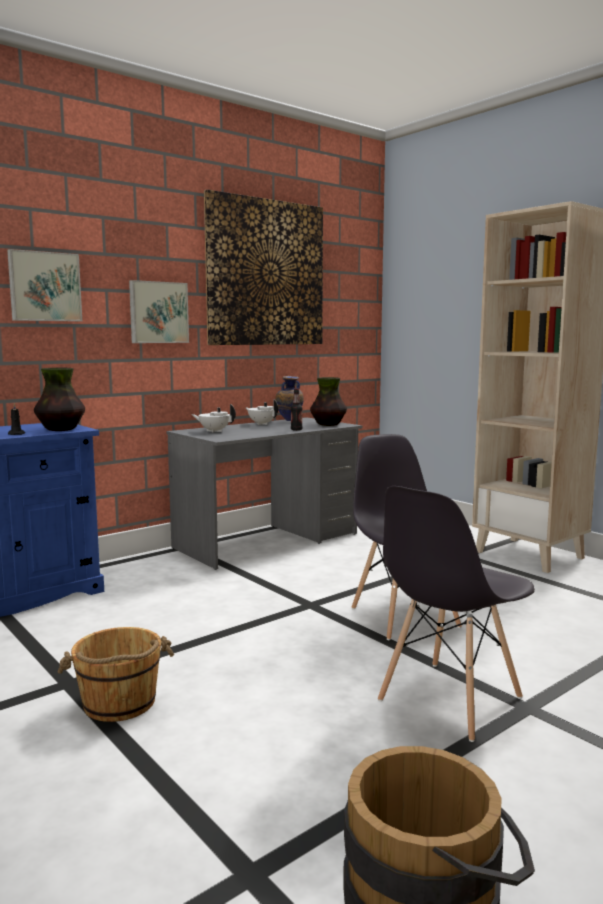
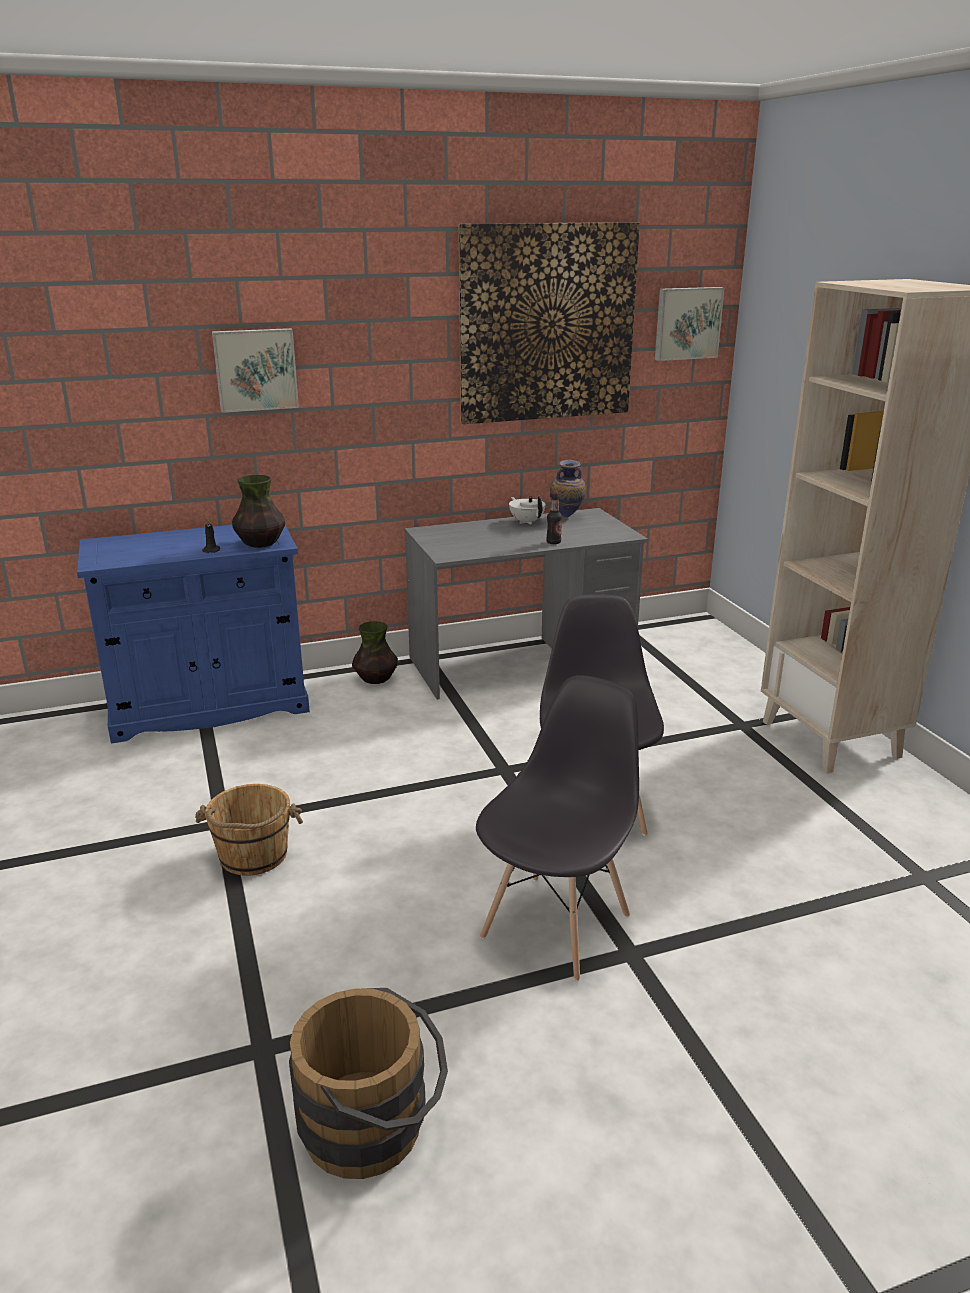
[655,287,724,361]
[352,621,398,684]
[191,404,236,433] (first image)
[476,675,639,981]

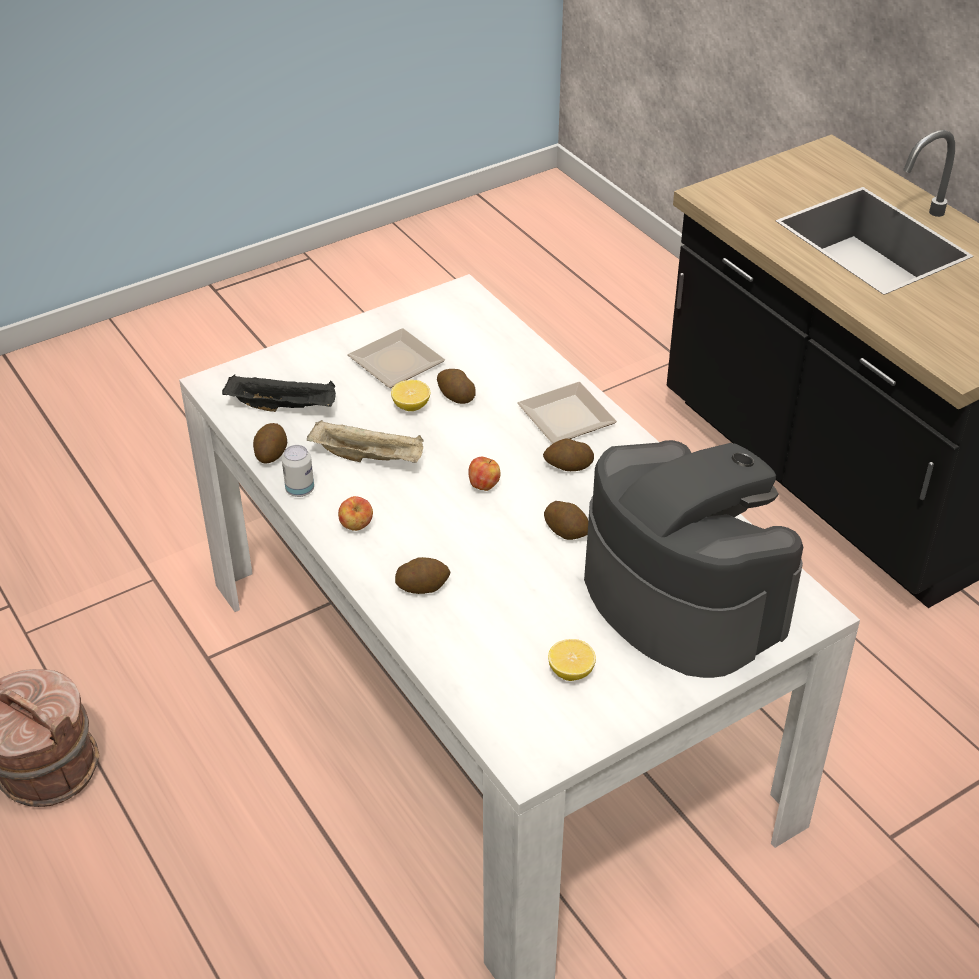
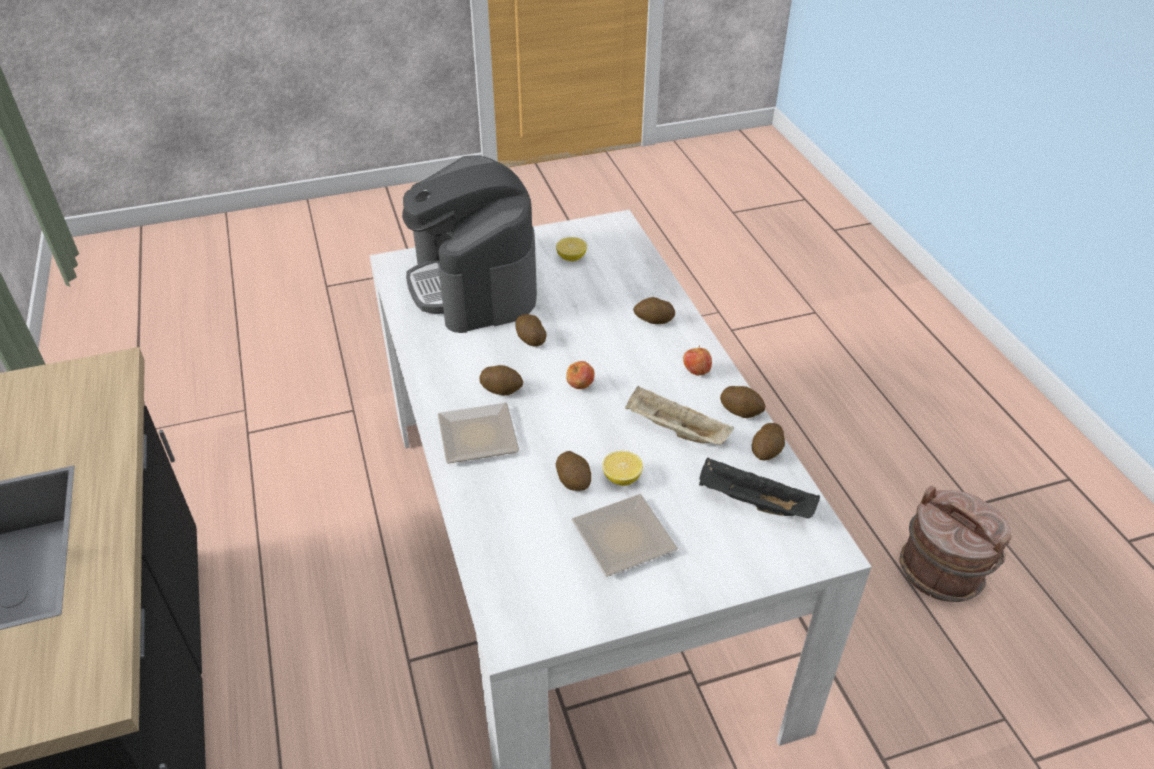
[720,386,765,418]

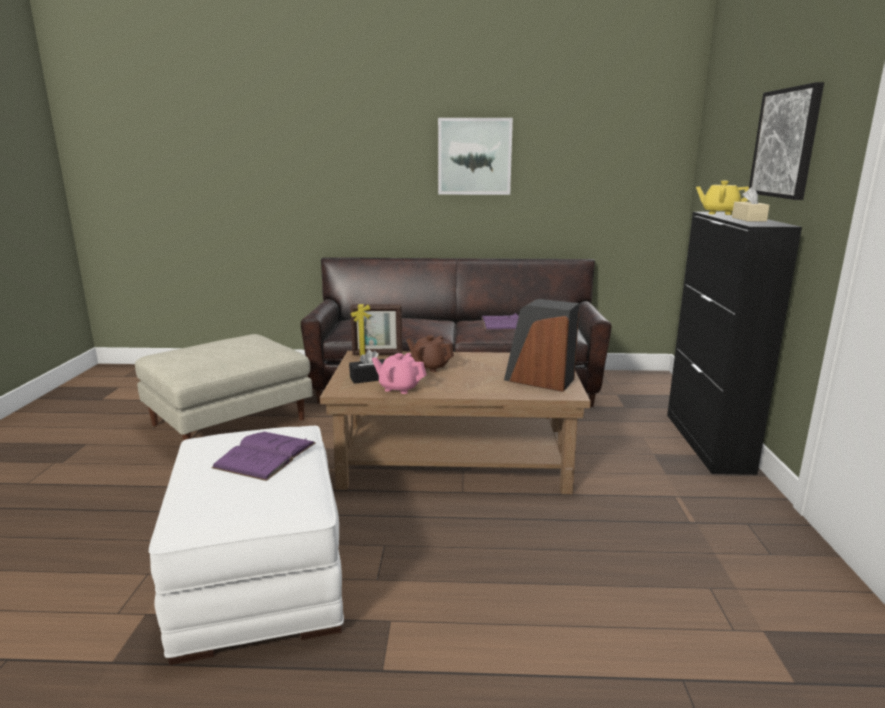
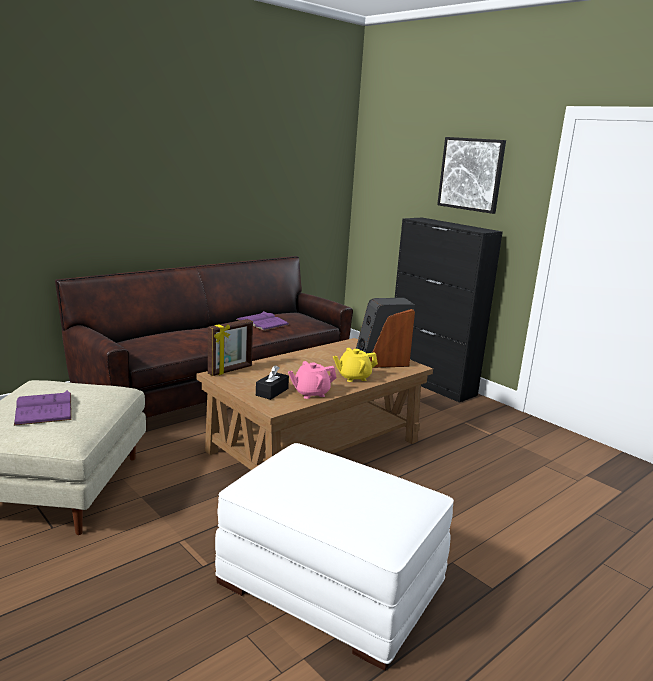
[438,118,513,195] (first image)
[333,348,378,382]
[732,187,770,222] (first image)
[406,335,454,372] (first image)
[14,390,72,426]

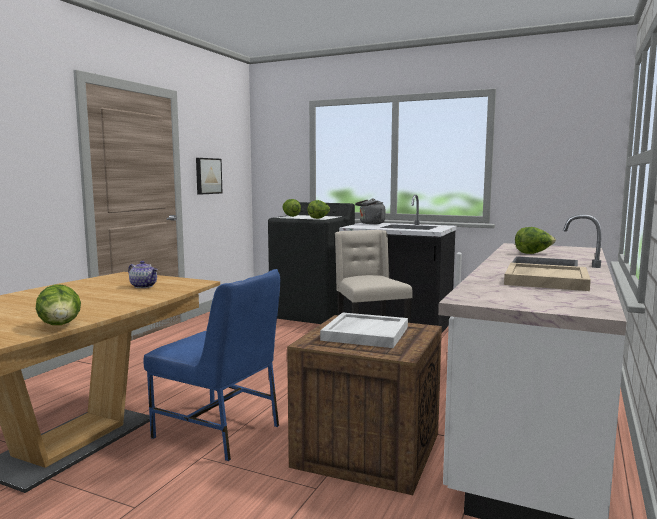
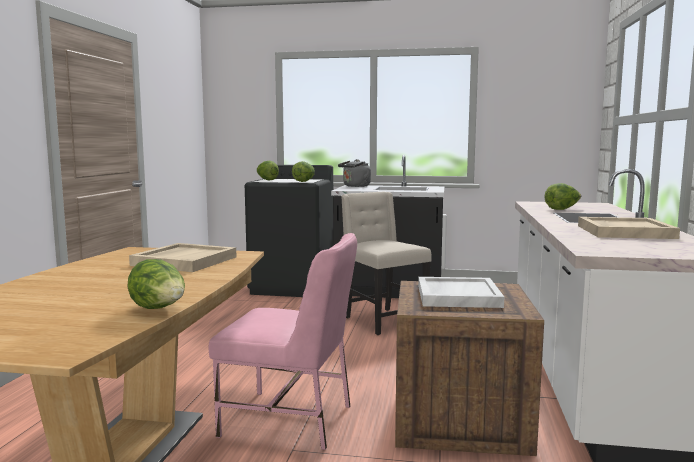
[196,158,223,195] (first image)
[129,243,236,272]
[208,233,357,450]

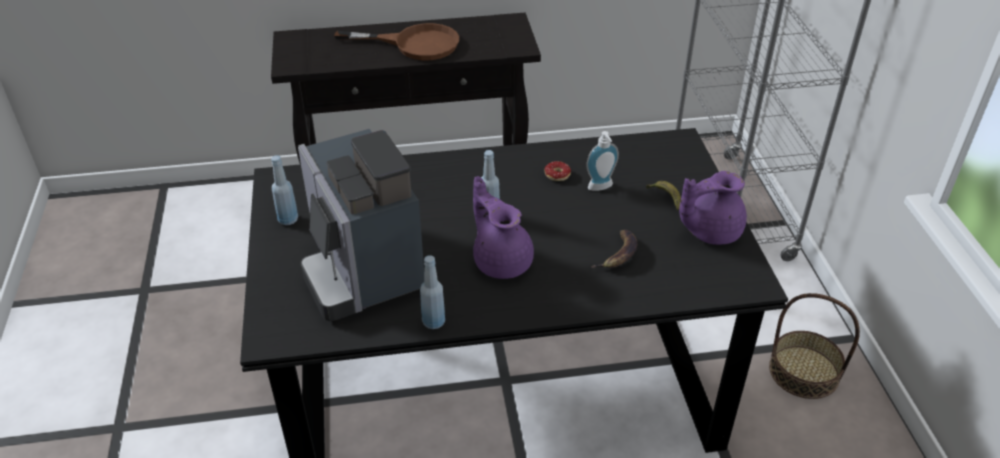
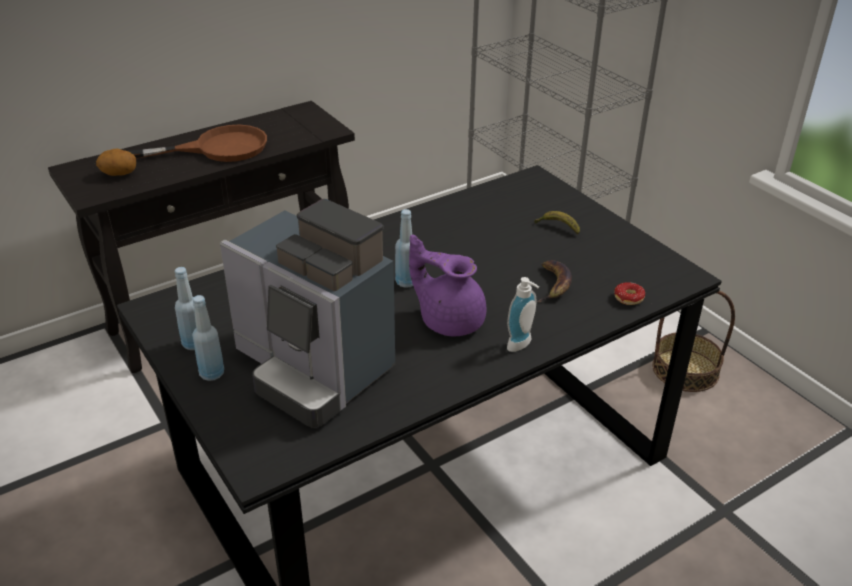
[507,277,539,352]
[614,282,645,305]
[679,171,747,245] (first image)
[192,295,224,381]
[96,149,136,176]

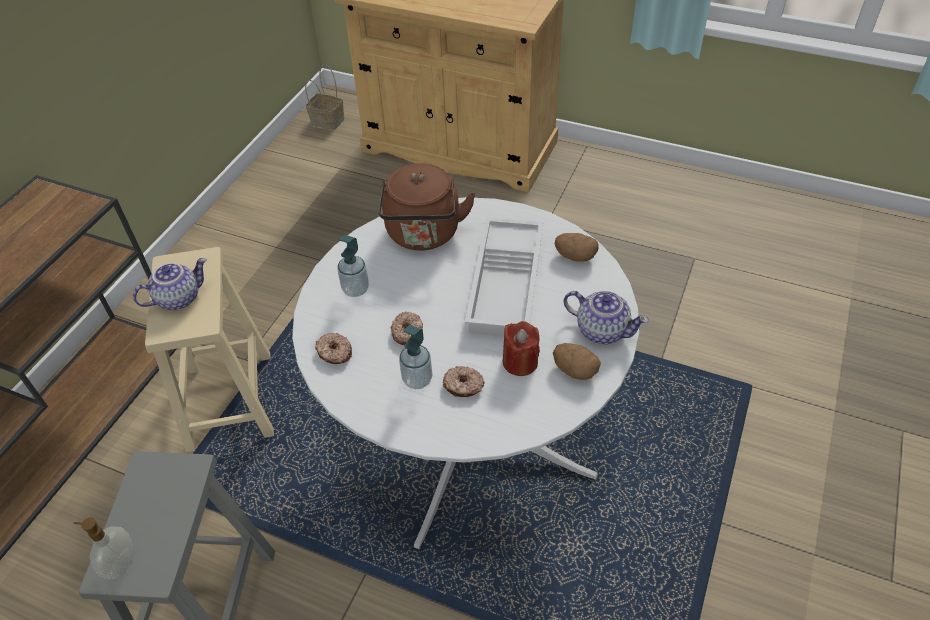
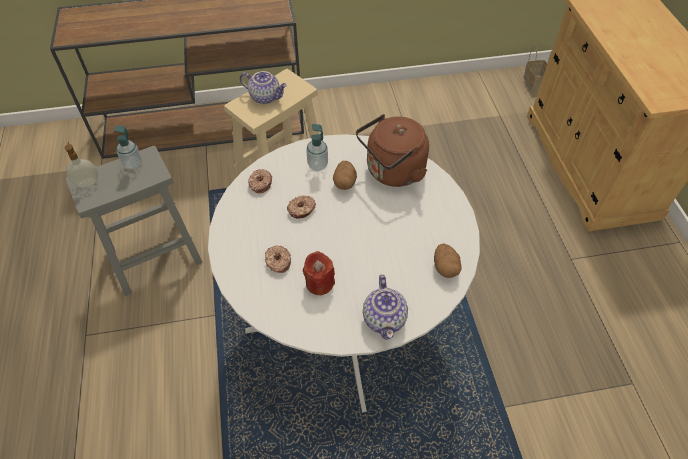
[465,218,543,337] (first image)
[114,125,142,170]
[333,161,357,190]

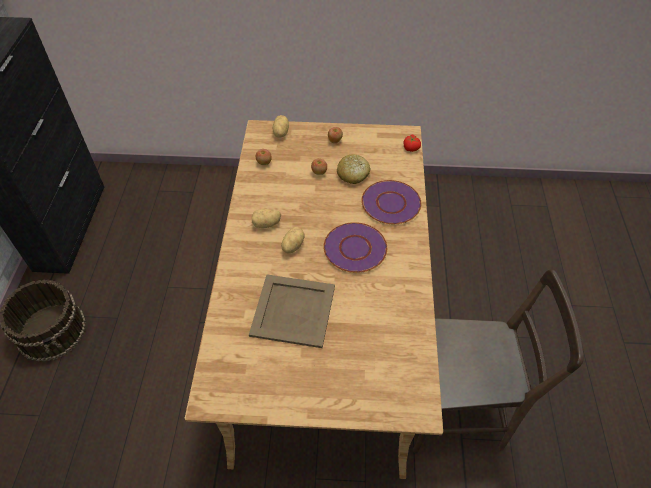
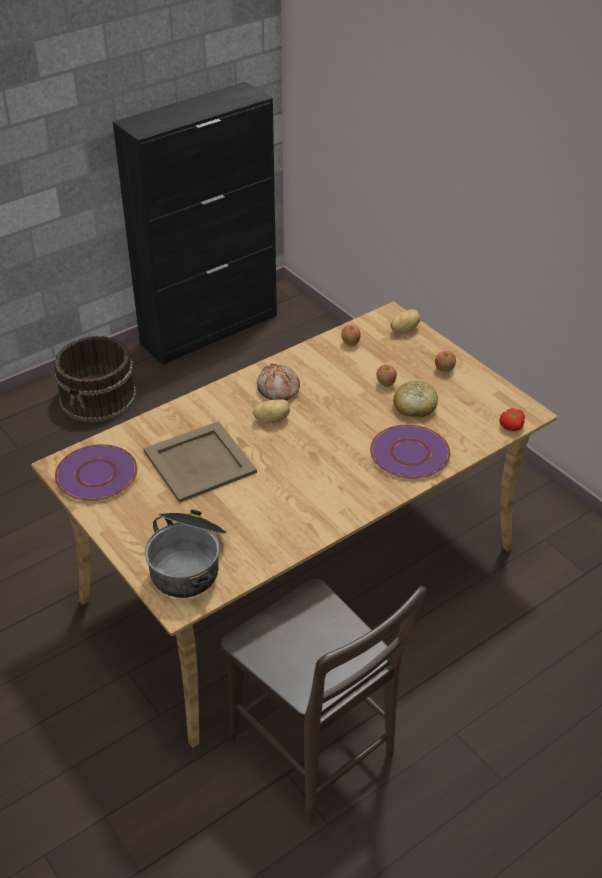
[257,363,300,400]
[55,444,137,501]
[145,509,227,598]

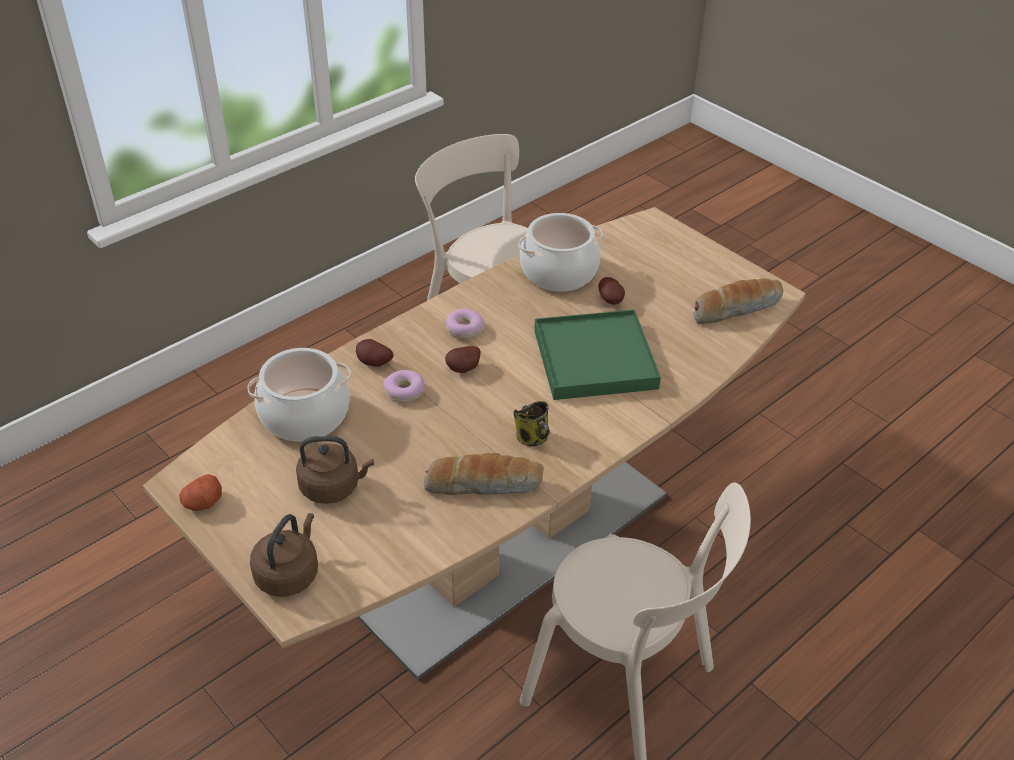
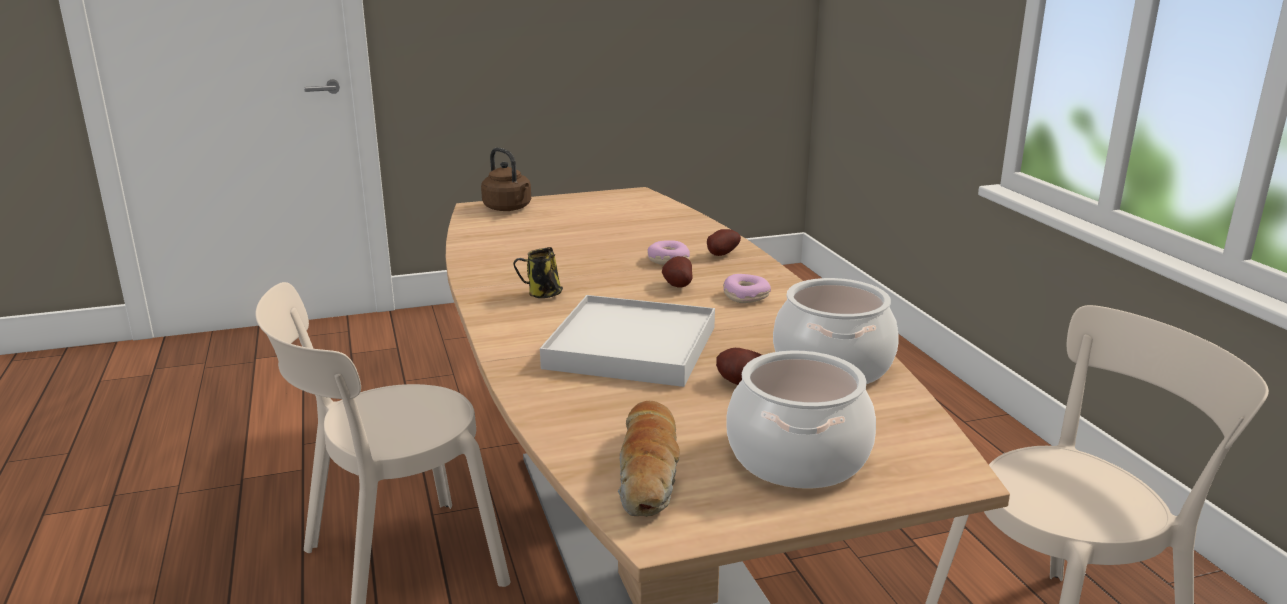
[540,295,715,387]
[726,351,876,489]
[296,436,374,504] (first image)
[424,453,544,495] (first image)
[179,474,222,511] (first image)

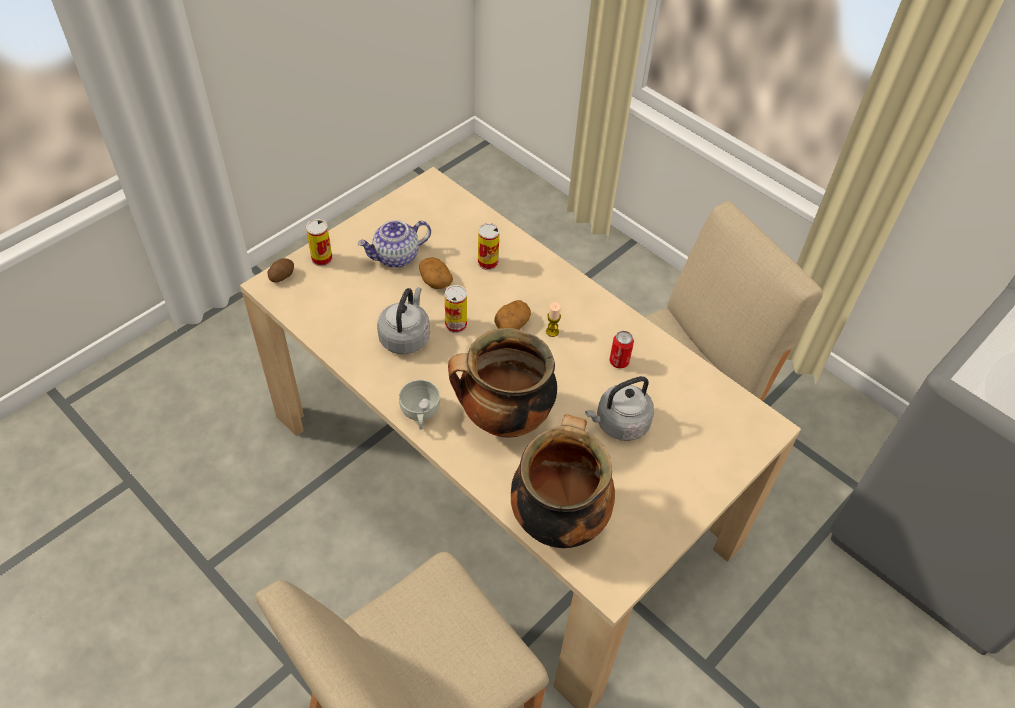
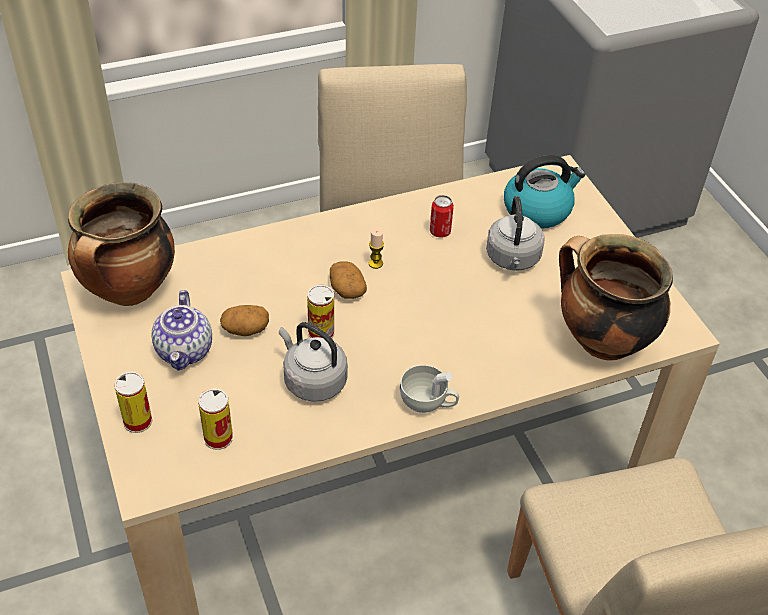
[198,388,233,450]
[268,258,294,283] (first image)
[68,182,175,306]
[504,155,585,229]

